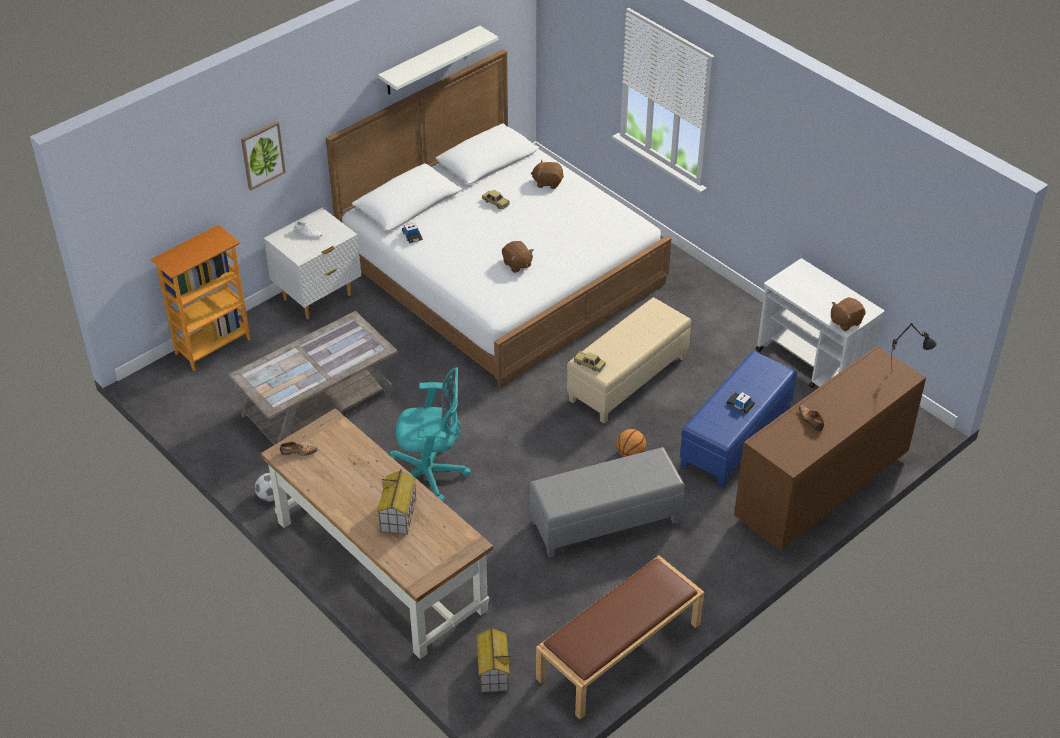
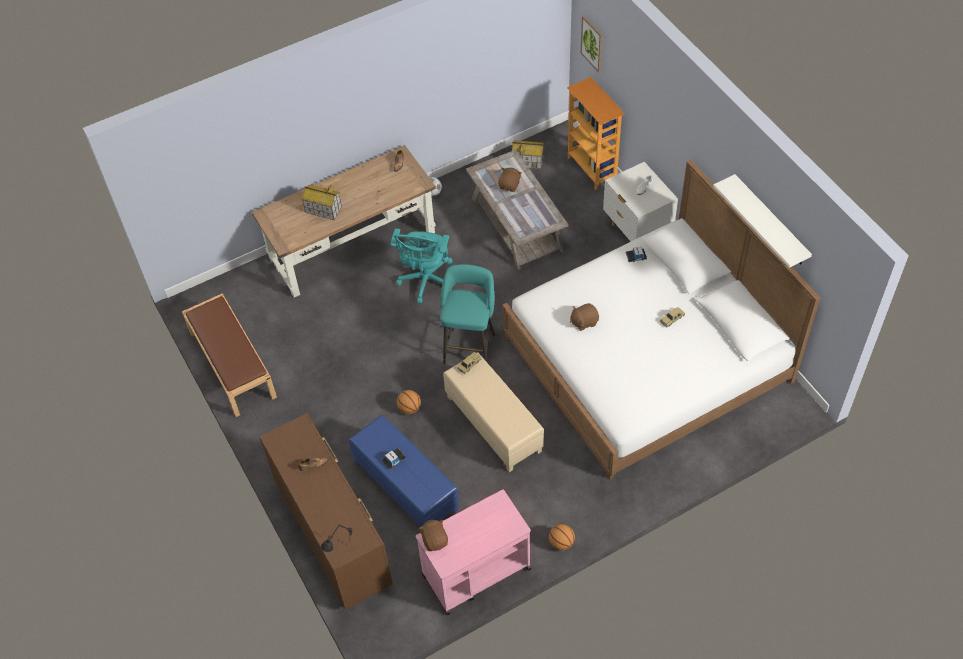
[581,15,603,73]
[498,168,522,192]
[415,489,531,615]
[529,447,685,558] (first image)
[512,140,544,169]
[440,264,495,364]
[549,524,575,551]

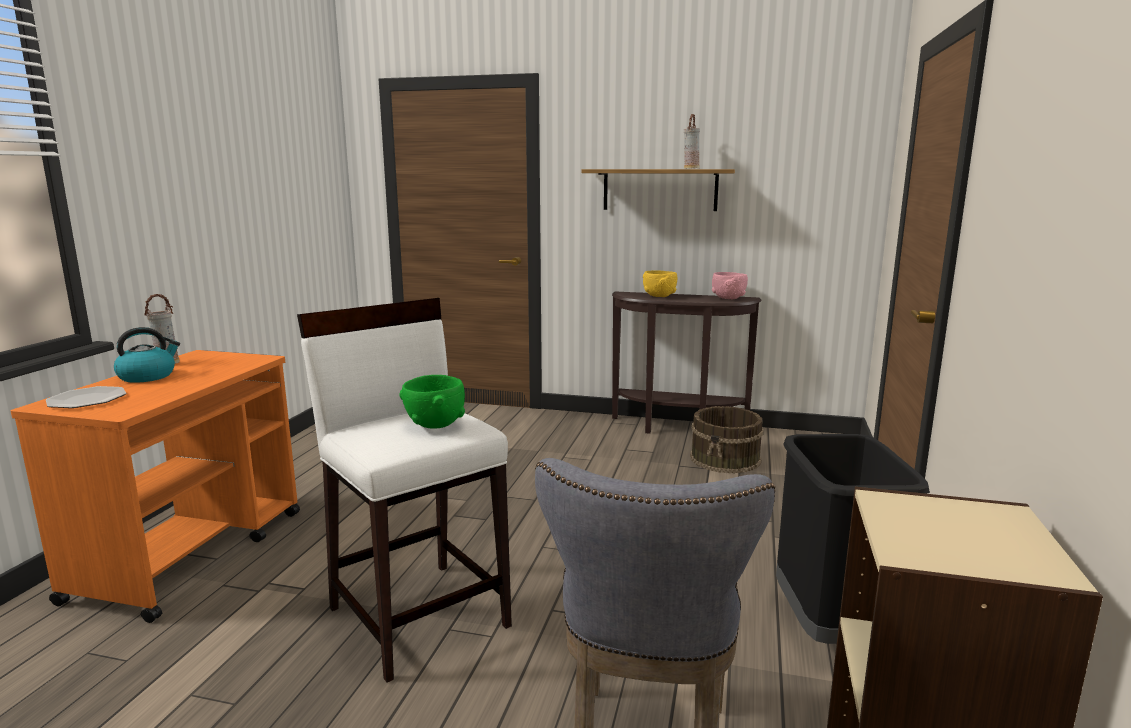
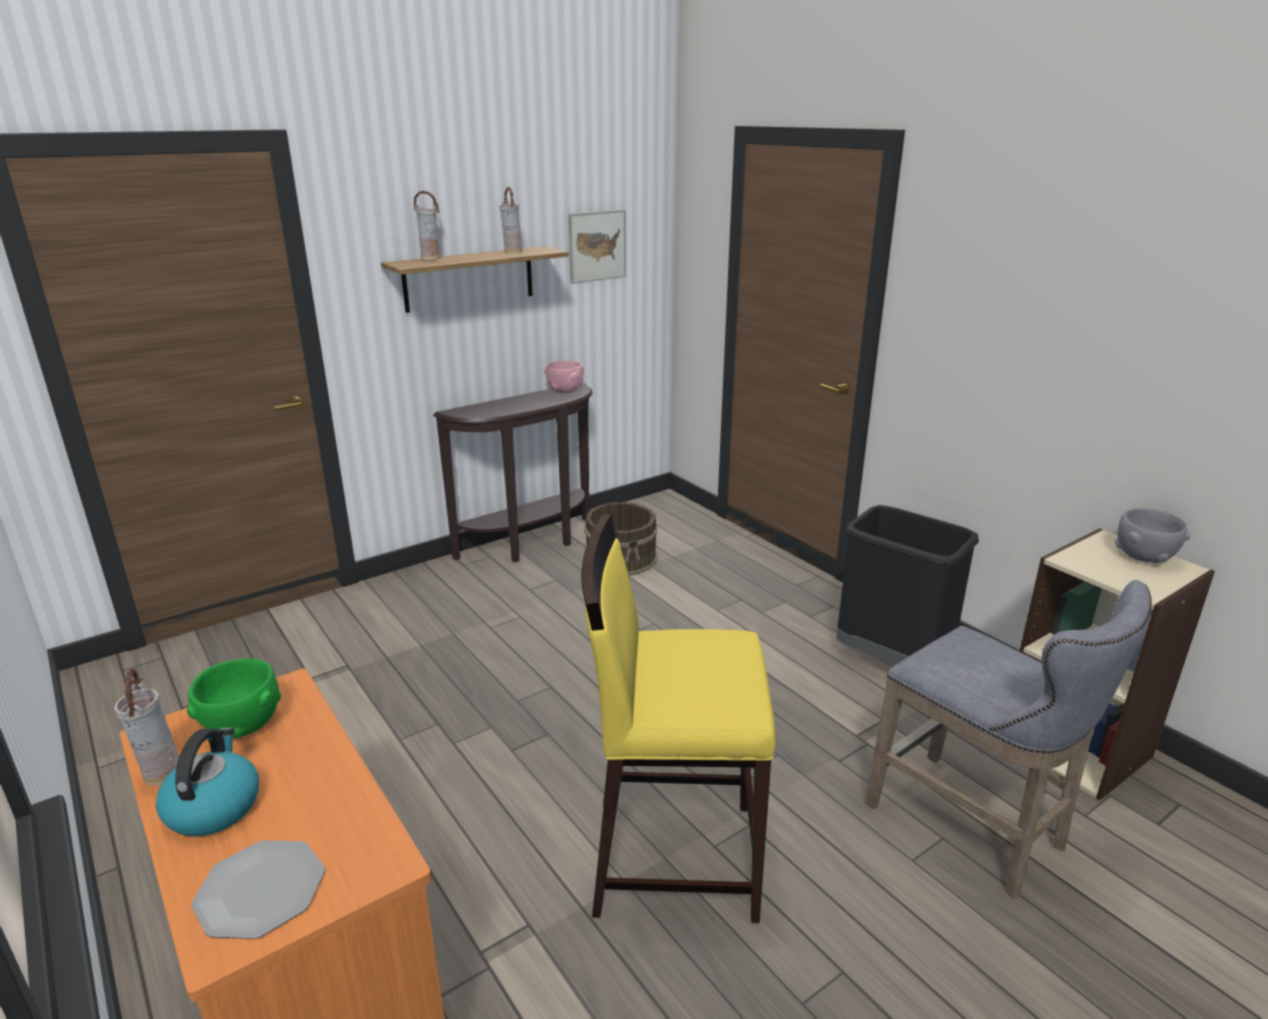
[643,270,677,297] (first image)
[581,514,776,923]
[187,658,281,738]
[414,191,440,260]
[568,209,626,284]
[1115,508,1191,563]

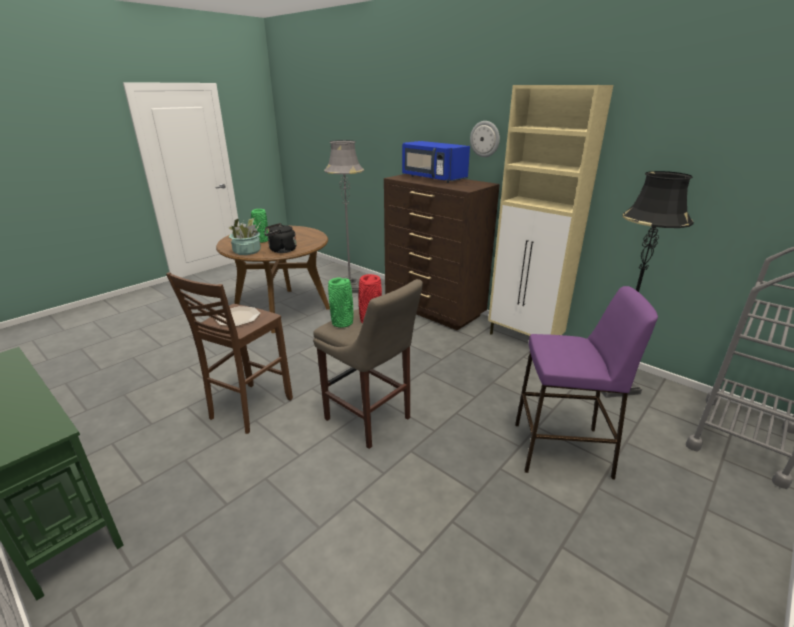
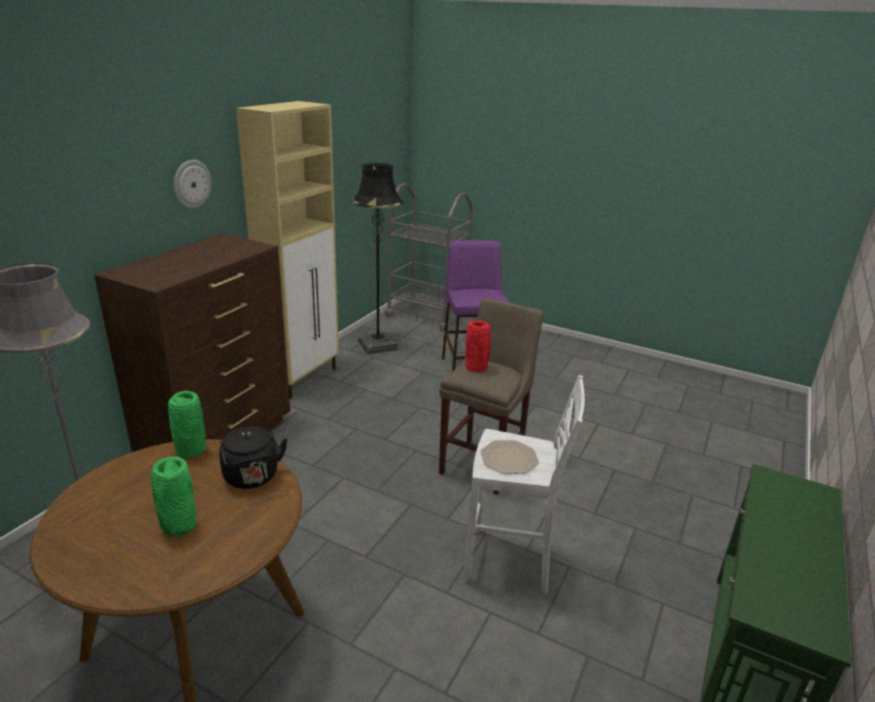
[402,141,470,183] (first image)
[227,218,261,255] (first image)
[463,375,585,595]
[168,391,206,458]

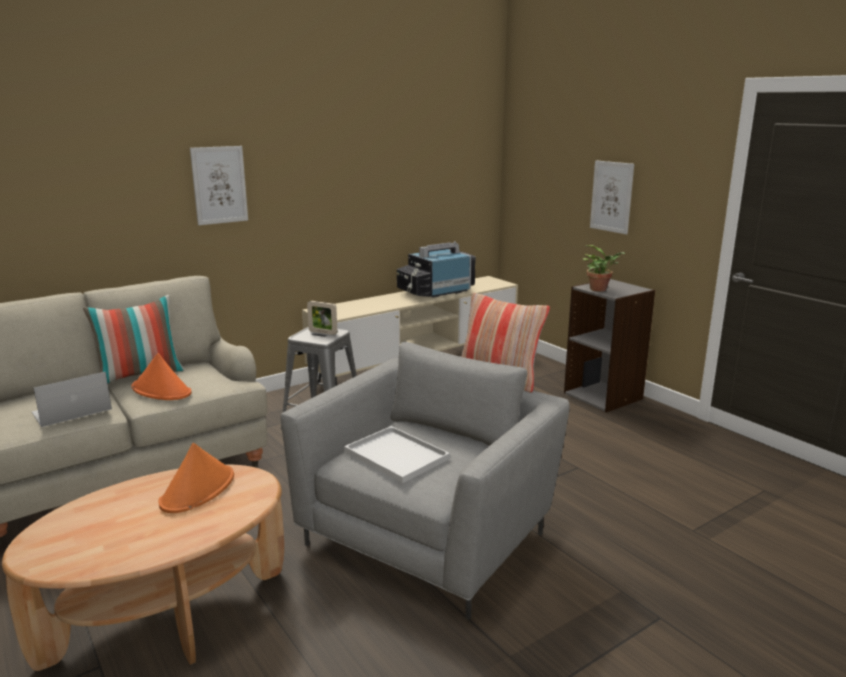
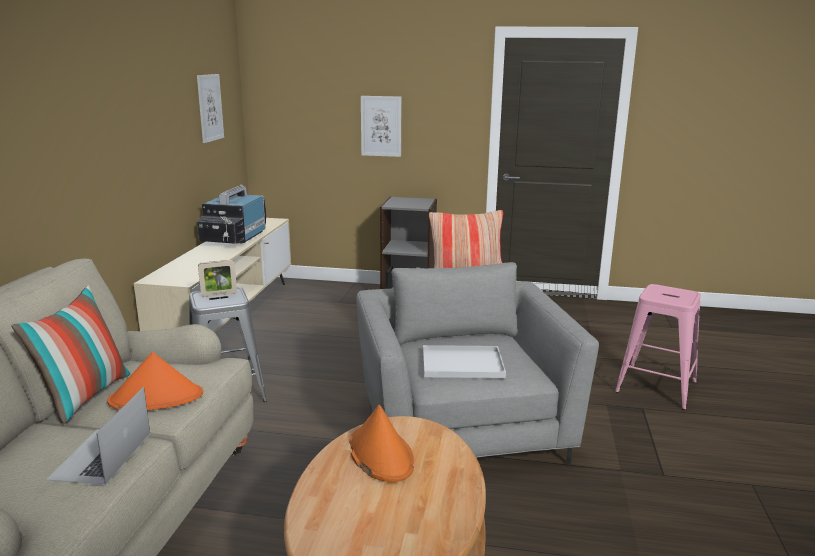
[197,74,224,143]
[582,245,625,292] (first image)
[615,284,701,410]

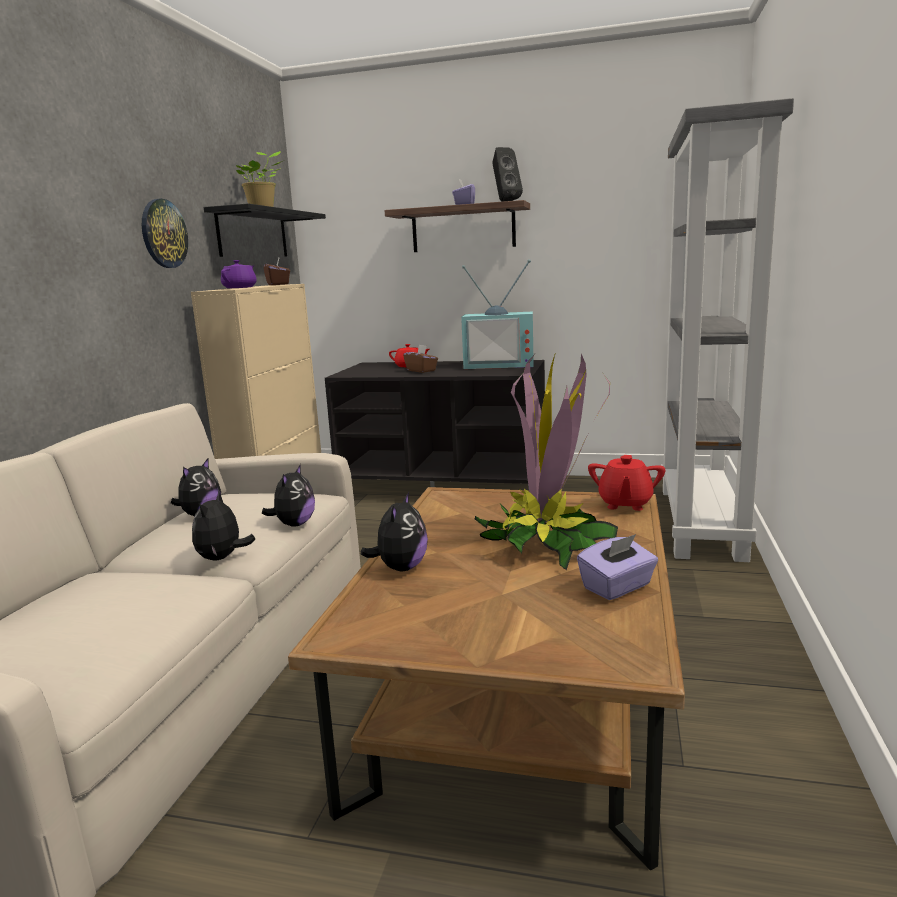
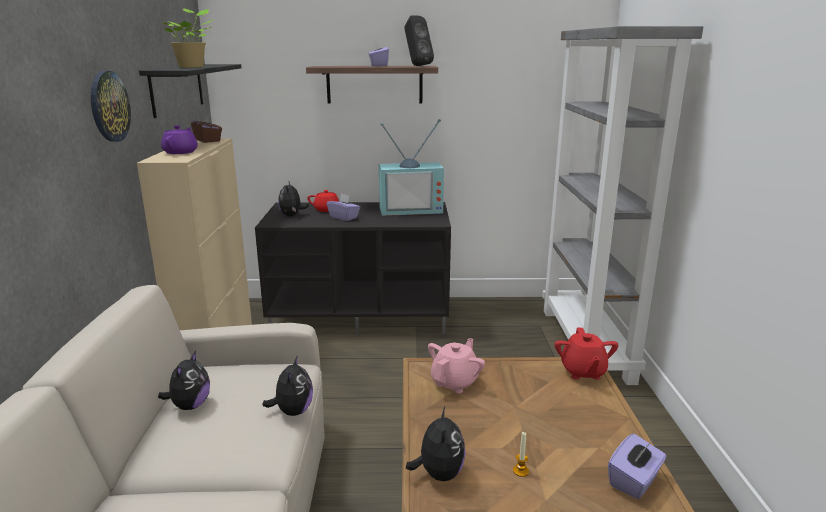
[327,194,360,221]
[475,354,618,570] (first image)
[278,182,309,216]
[428,338,485,393]
[513,432,529,477]

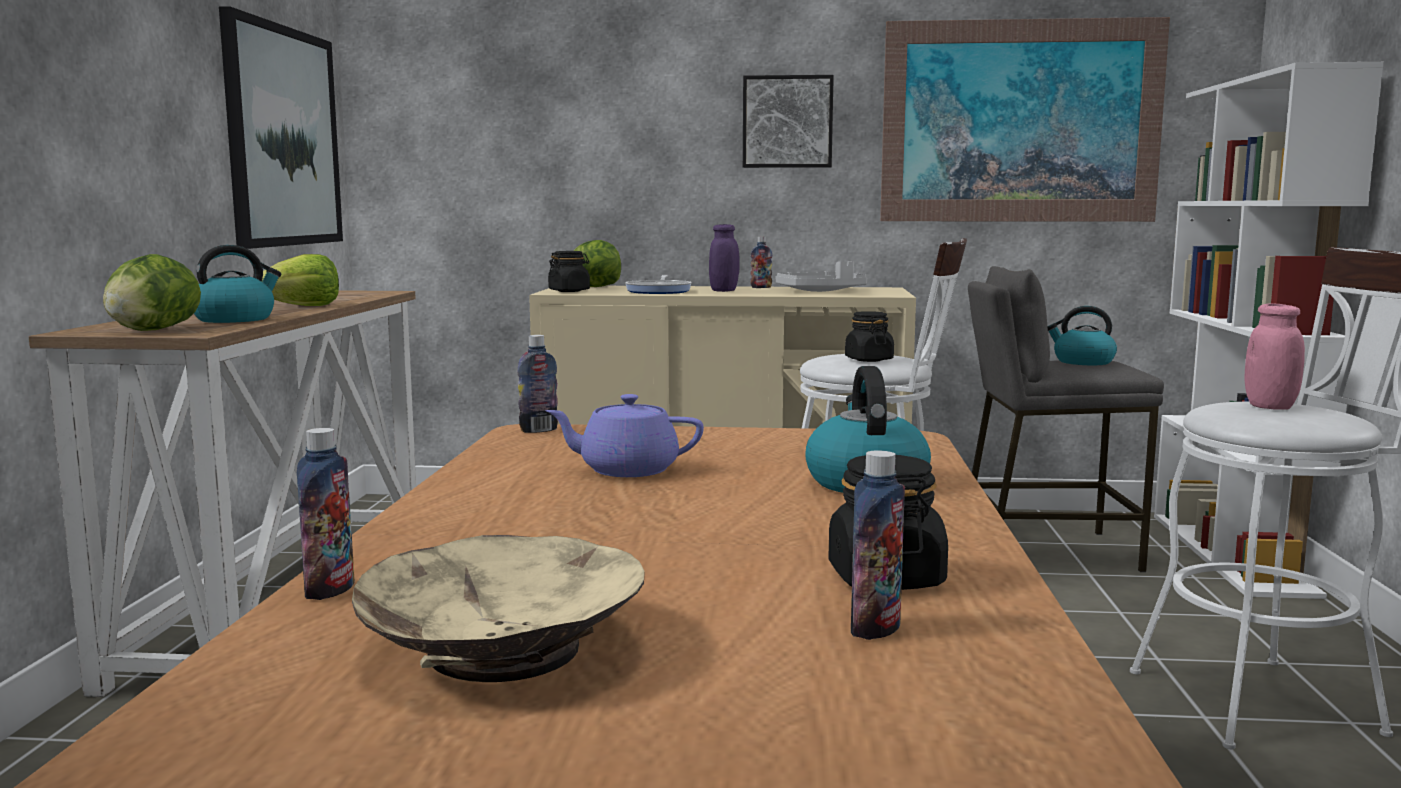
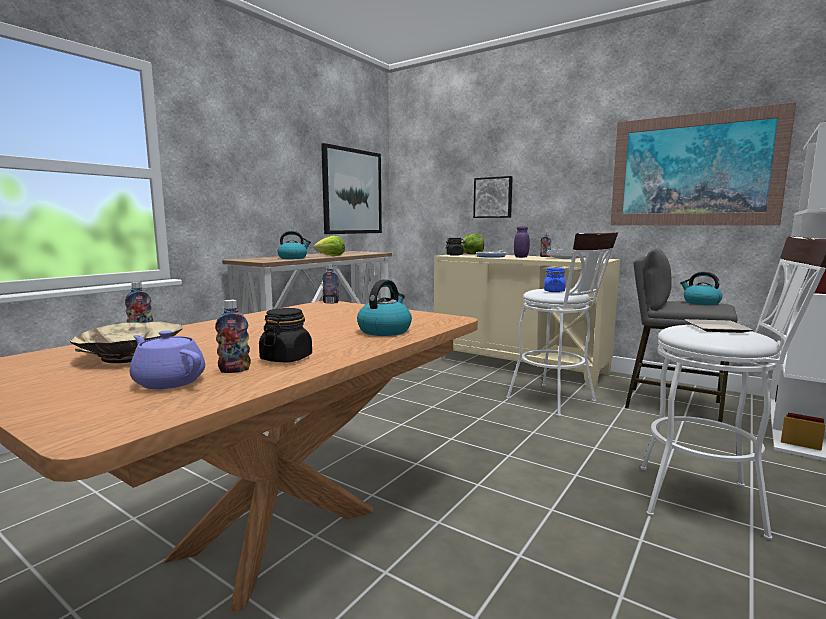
[473,176,513,218]
[103,254,201,331] (first image)
[685,319,753,333]
[544,268,566,292]
[130,330,205,389]

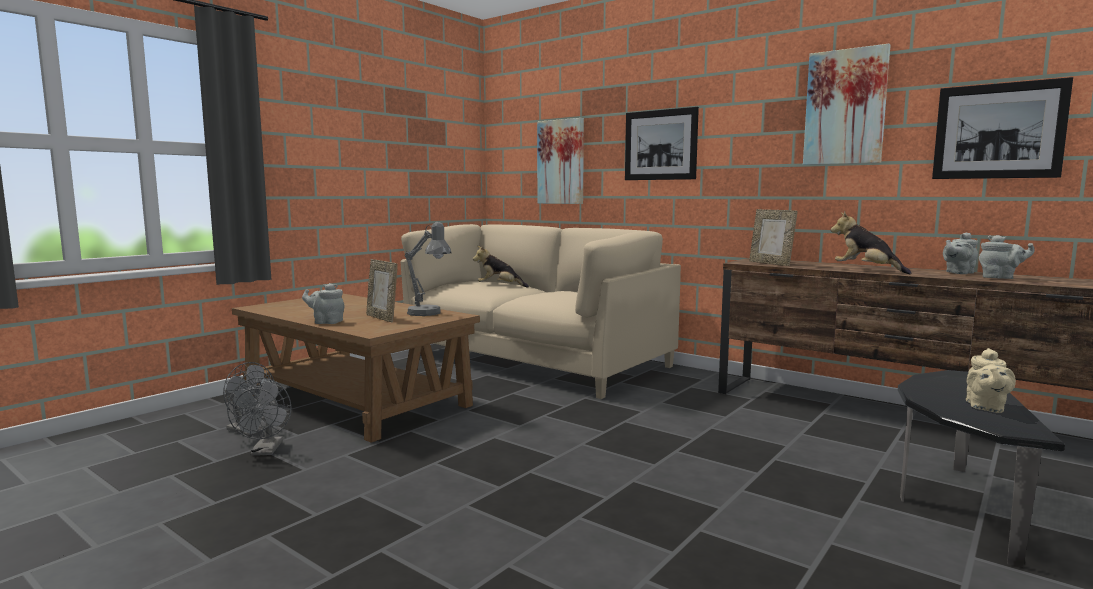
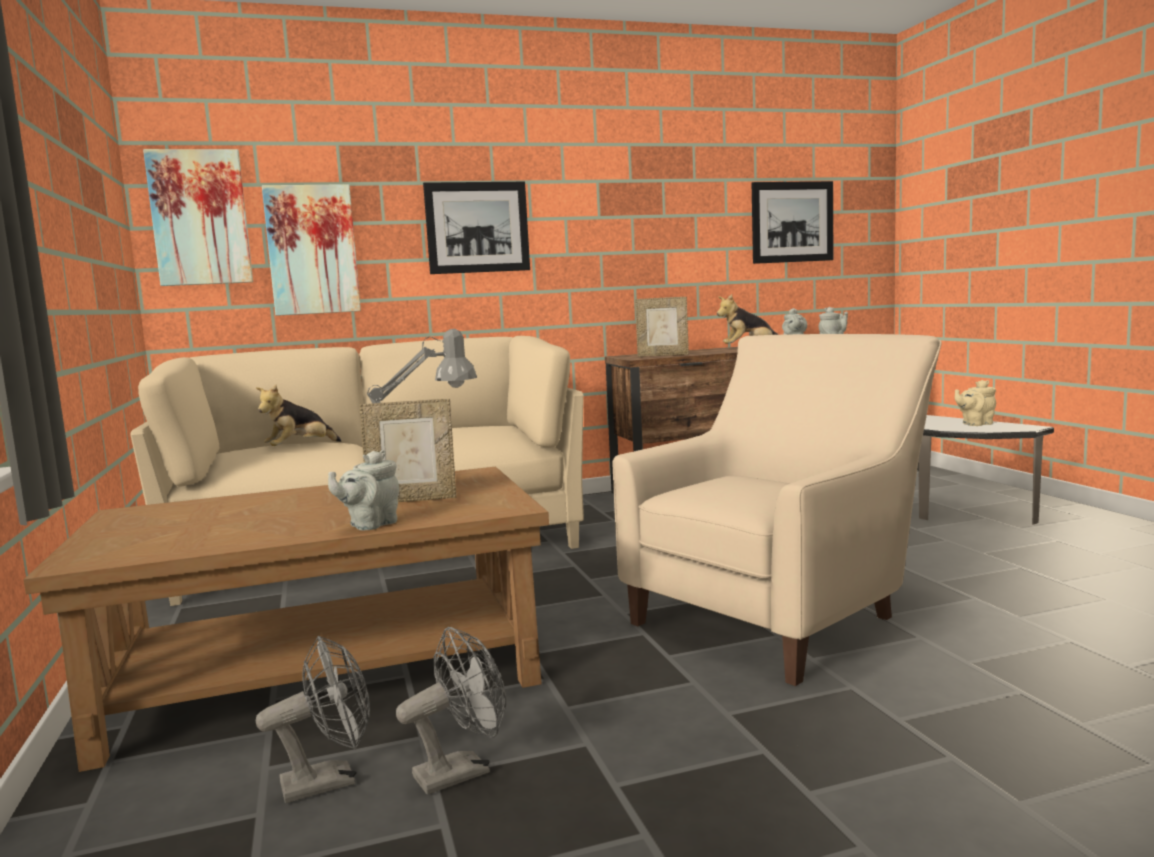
[143,149,253,286]
[955,380,996,426]
[396,627,506,795]
[612,334,942,686]

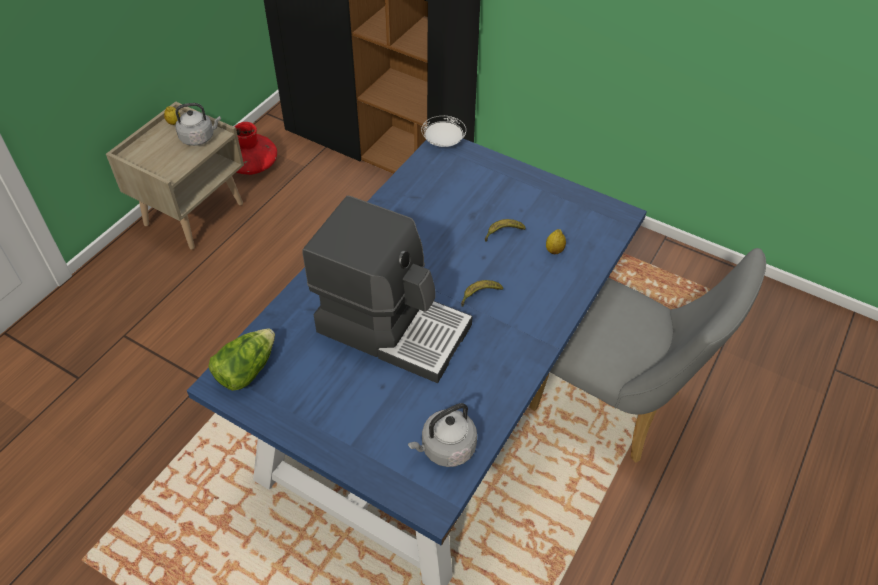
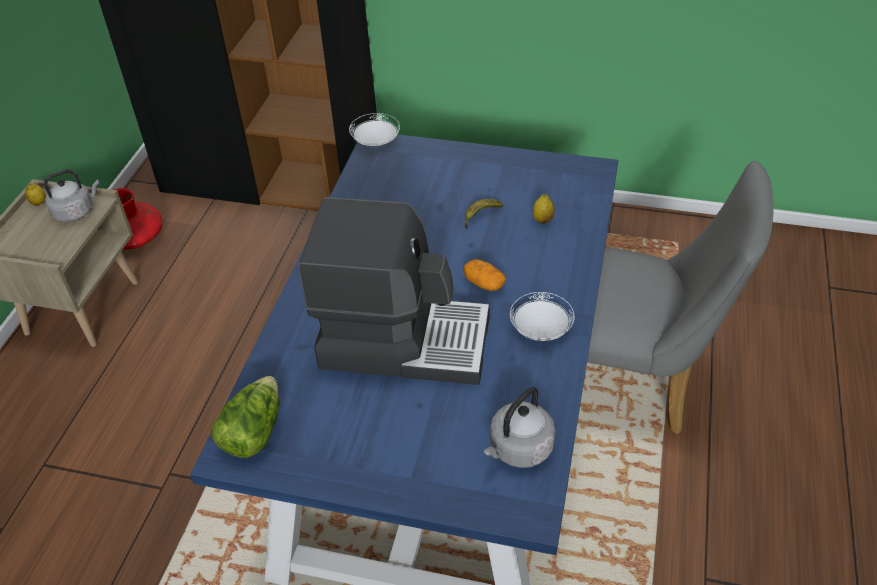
[463,259,506,291]
[510,292,575,341]

